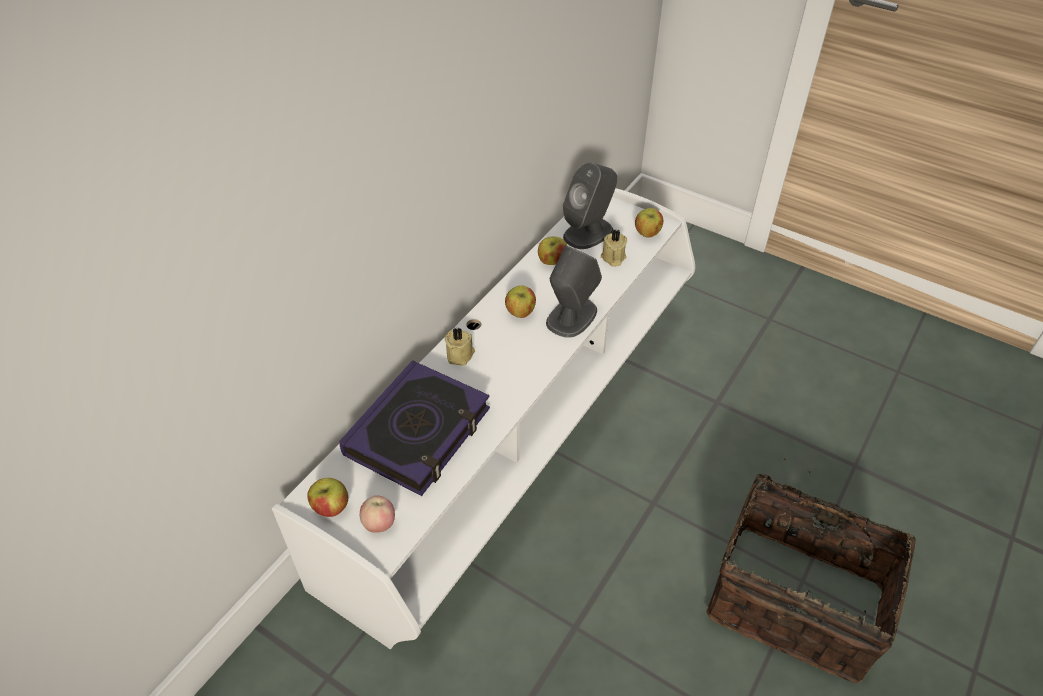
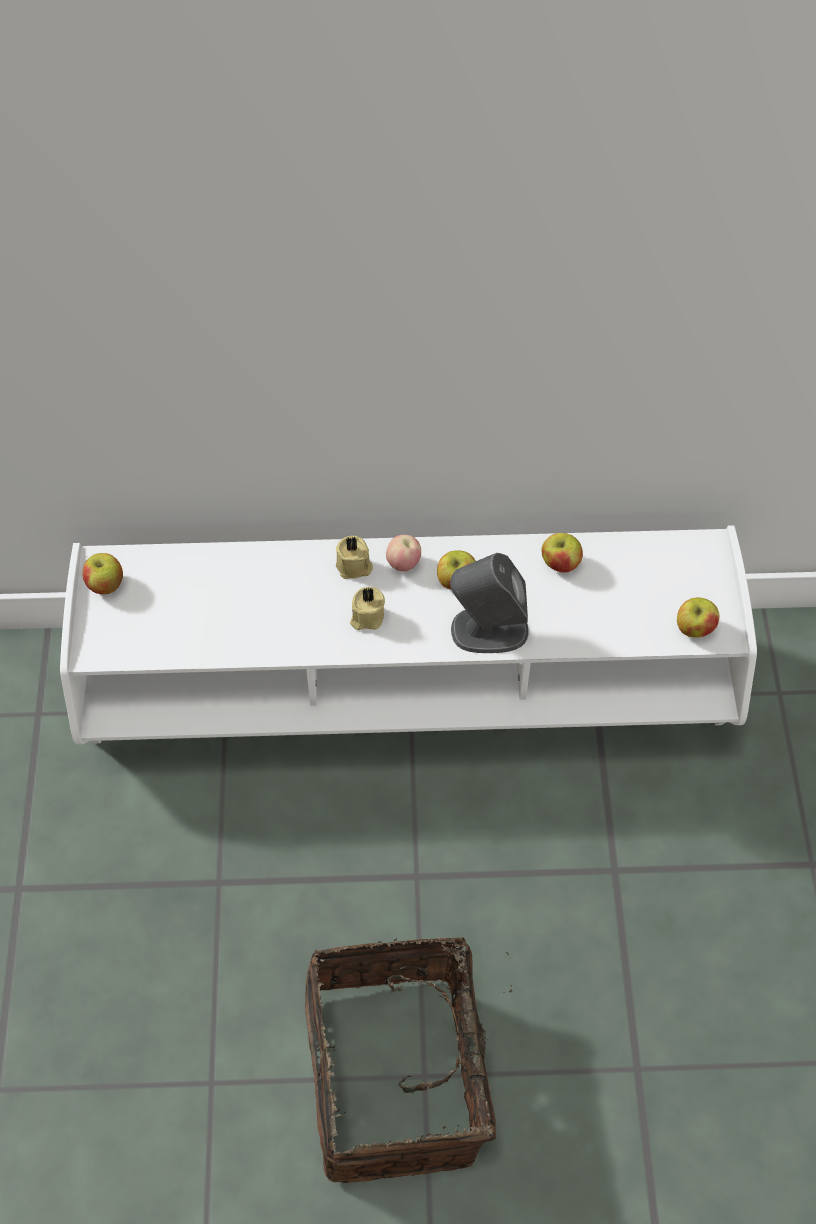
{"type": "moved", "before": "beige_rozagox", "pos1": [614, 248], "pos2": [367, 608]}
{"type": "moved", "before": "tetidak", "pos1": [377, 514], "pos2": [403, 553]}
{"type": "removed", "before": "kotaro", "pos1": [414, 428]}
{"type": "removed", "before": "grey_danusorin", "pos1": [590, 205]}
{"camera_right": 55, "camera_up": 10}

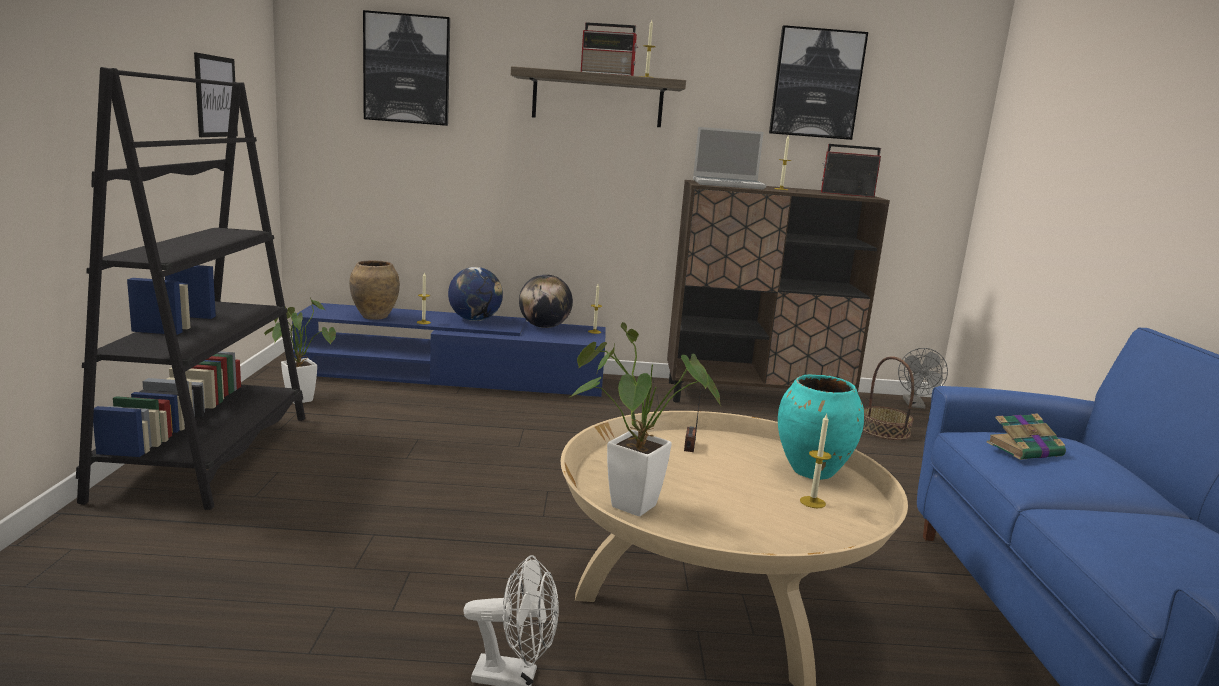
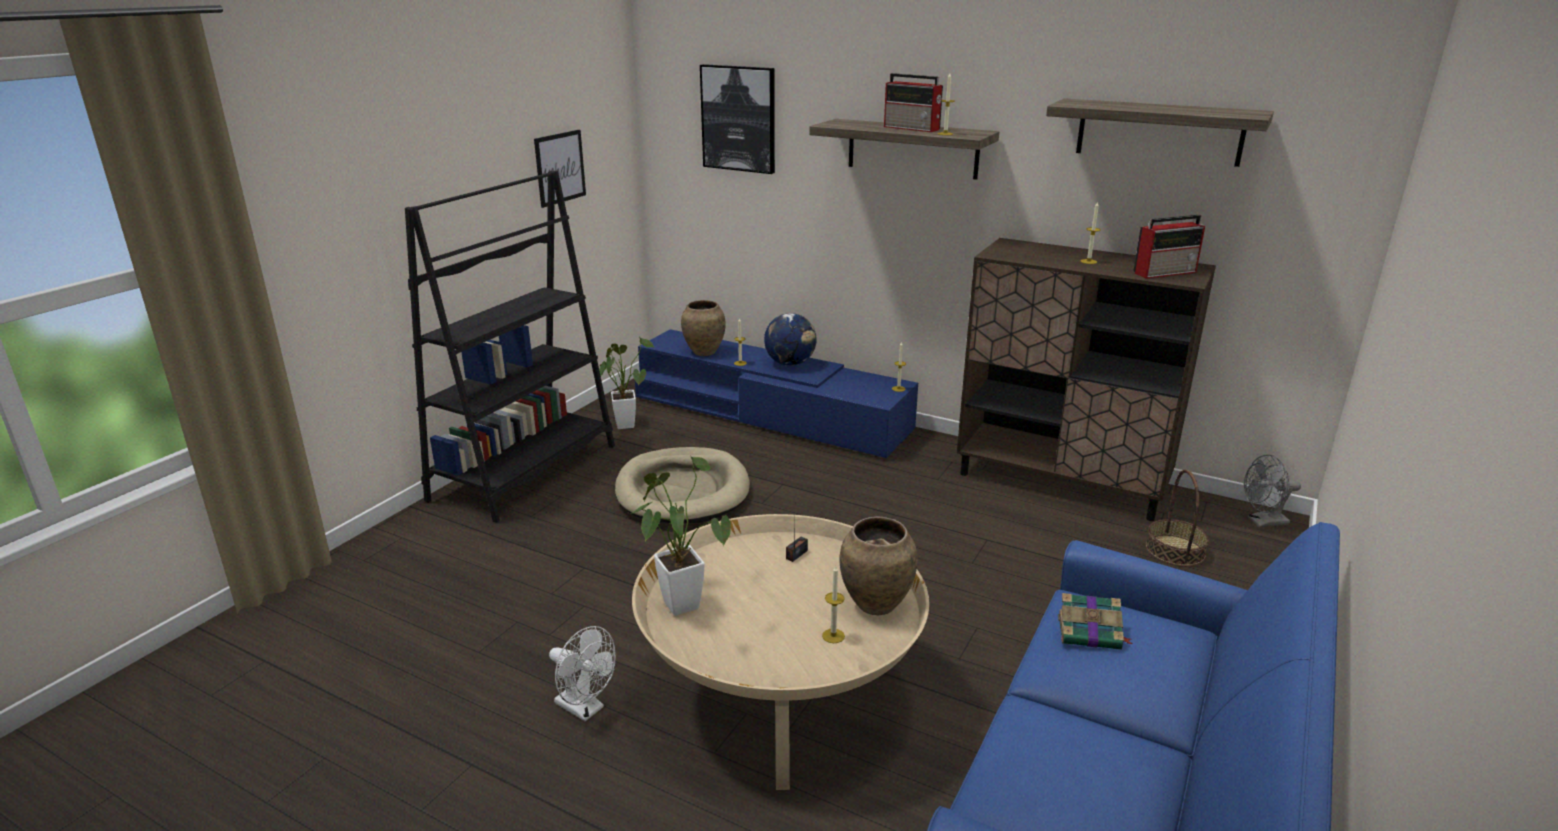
{"type": "added", "after": "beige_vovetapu", "pos2": [682, 485]}
{"type": "recoloured", "before": "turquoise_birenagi", "after": "brown_birenagi", "pos1": [821, 427], "pos2": [878, 565]}
{"type": "replaced", "before": "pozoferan", "after": "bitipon", "pos1": [818, 82], "pos2": [1160, 132]}
{"type": "turned", "before": "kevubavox", "pos1": [851, 170], "pos2": [1169, 247], "turn": 120}
{"type": "turned", "before": "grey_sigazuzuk", "pos1": [923, 378], "pos2": [1272, 491], "turn": 45}
{"type": "removed", "before": "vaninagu", "pos1": [546, 301]}
{"type": "removed", "before": "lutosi", "pos1": [729, 158]}
{"camera_right": 30, "camera_up": 10}

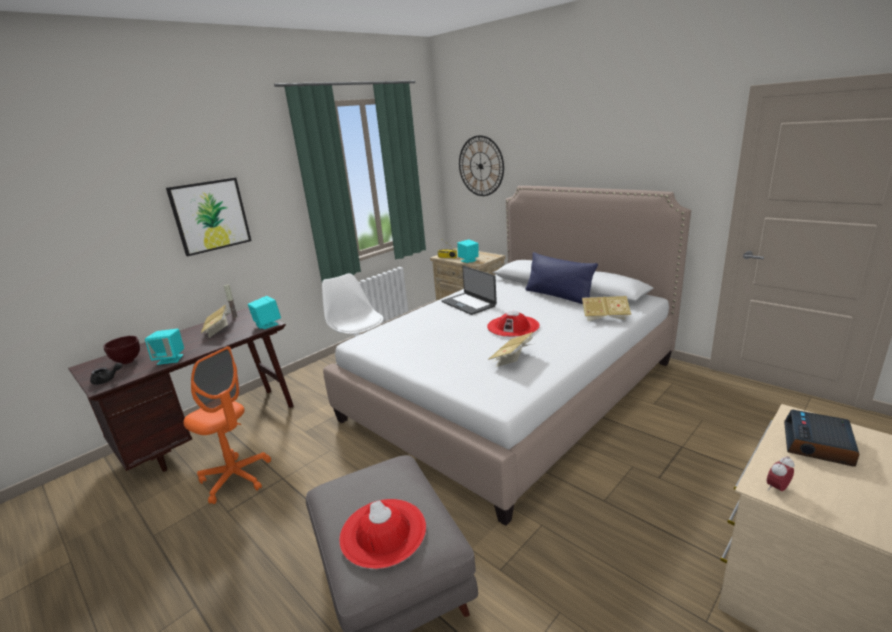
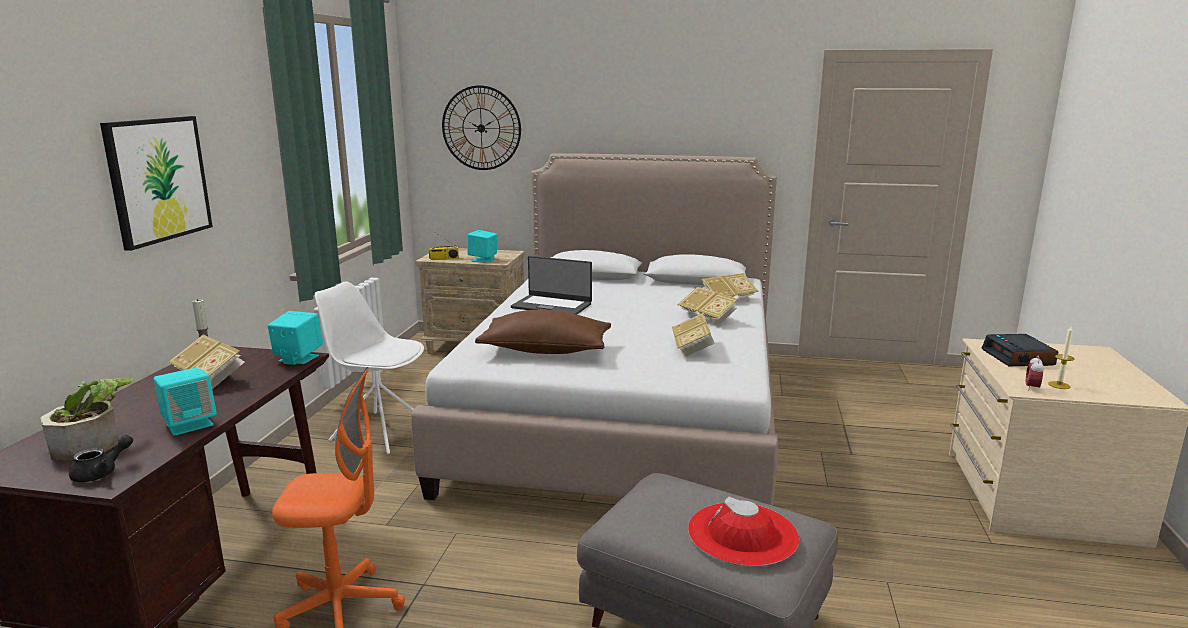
{"type": "replaced", "before": "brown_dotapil", "after": "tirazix", "pos1": [121, 350], "pos2": [87, 420]}
{"type": "added", "after": "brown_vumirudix", "pos2": [543, 332]}
{"type": "added", "after": "kotaro", "pos2": [707, 306]}
{"type": "added", "after": "rozagox", "pos2": [1061, 357]}
{"type": "removed", "before": "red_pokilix", "pos1": [513, 324]}
{"type": "removed", "before": "blue_vumirudix", "pos1": [561, 278]}
{"camera_right": -35, "camera_up": -5}

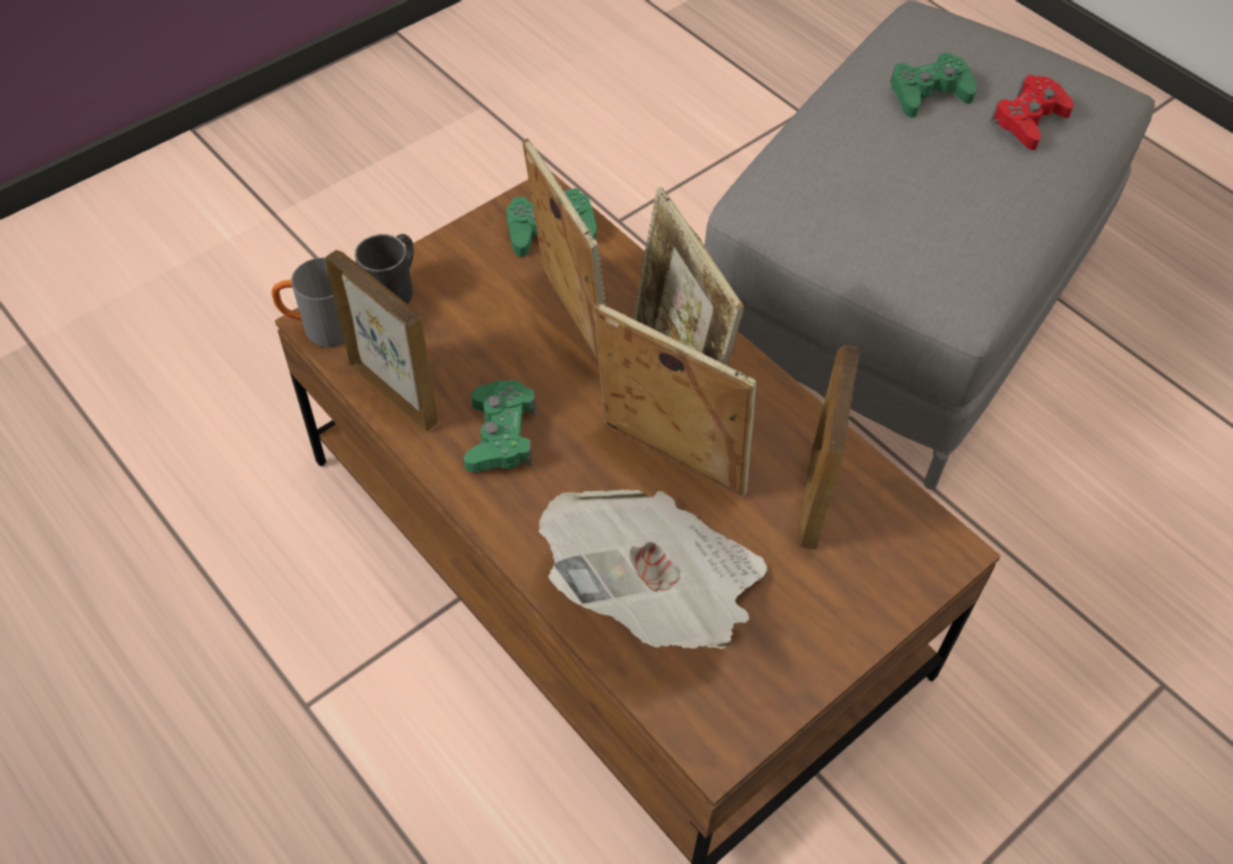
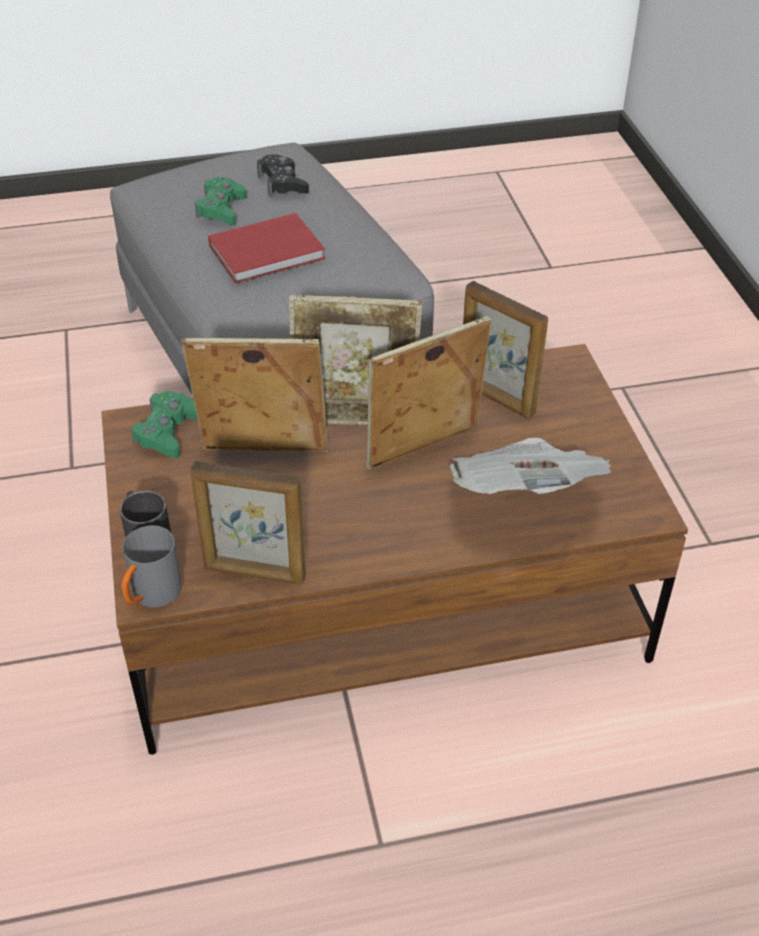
{"type": "turned", "before": "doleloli", "pos1": [381, 341], "pos2": [248, 523], "turn": -150}
{"type": "added", "after": "red_kotaro", "pos2": [266, 248]}
{"type": "recoloured", "before": "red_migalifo", "after": "black_migalifo", "pos1": [1032, 112], "pos2": [283, 175]}
{"type": "removed", "before": "green_migalifo", "pos1": [500, 426]}
{"camera_right": -60, "camera_up": -10}

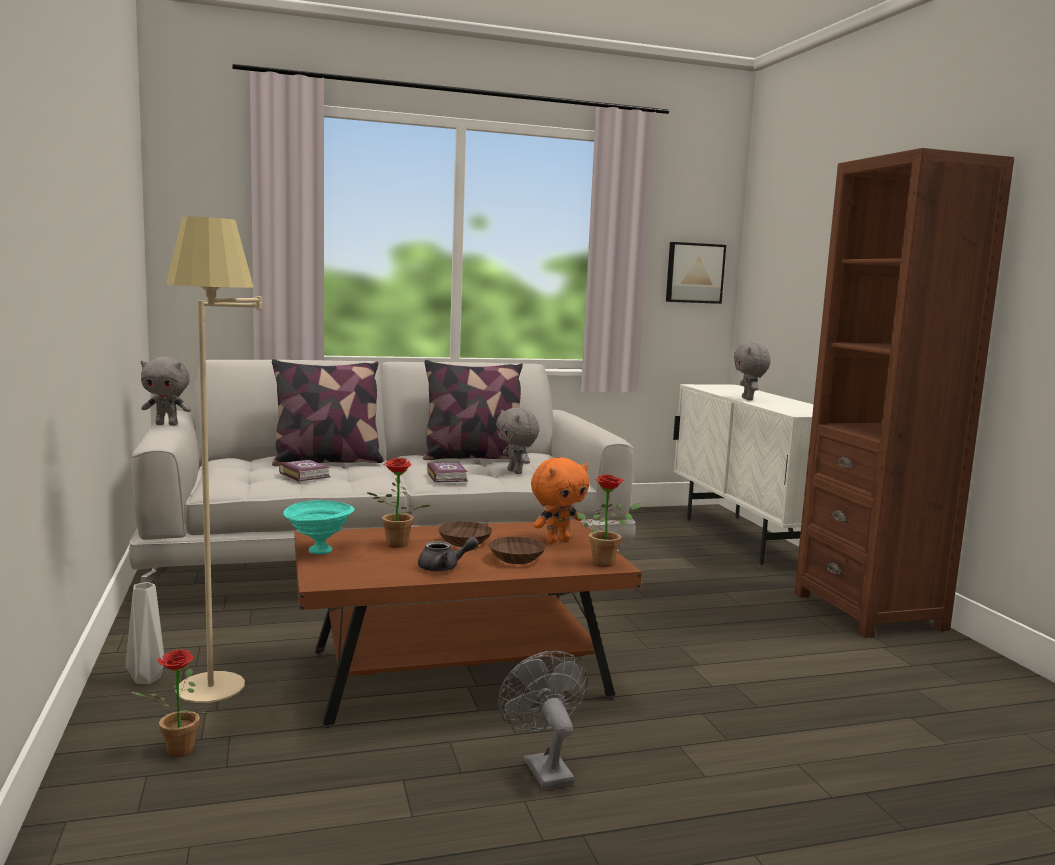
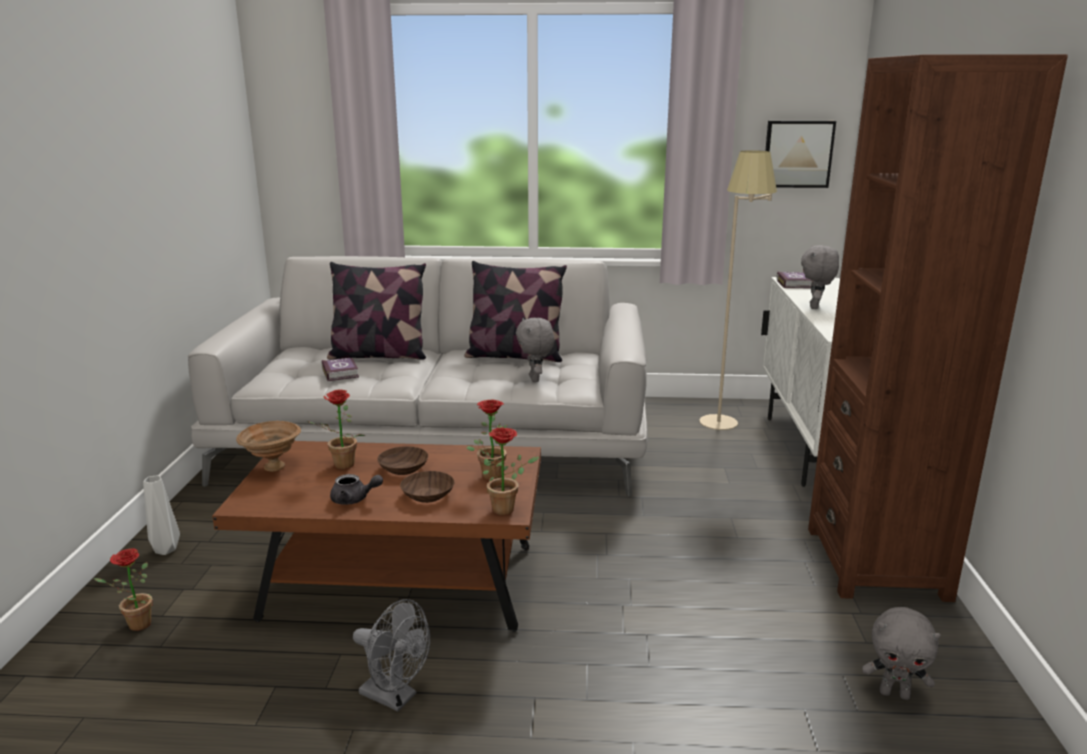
{"type": "recoloured", "before": "turquoise_dotapil", "after": "brown_dotapil", "pos1": [318, 527], "pos2": [268, 446]}
{"type": "turned", "before": "grey_sigazuzuk", "pos1": [543, 720], "pos2": [391, 655], "turn": 120}
{"type": "replaced", "before": "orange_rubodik", "after": "tirazix", "pos1": [560, 500], "pos2": [487, 440]}
{"type": "moved", "before": "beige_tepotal", "pos1": [214, 460], "pos2": [738, 290]}
{"type": "moved", "before": "kotaro", "pos1": [447, 473], "pos2": [794, 280]}
{"type": "moved", "before": "grey_rubodik", "pos1": [166, 391], "pos2": [901, 653]}
{"camera_right": 20, "camera_up": 10}

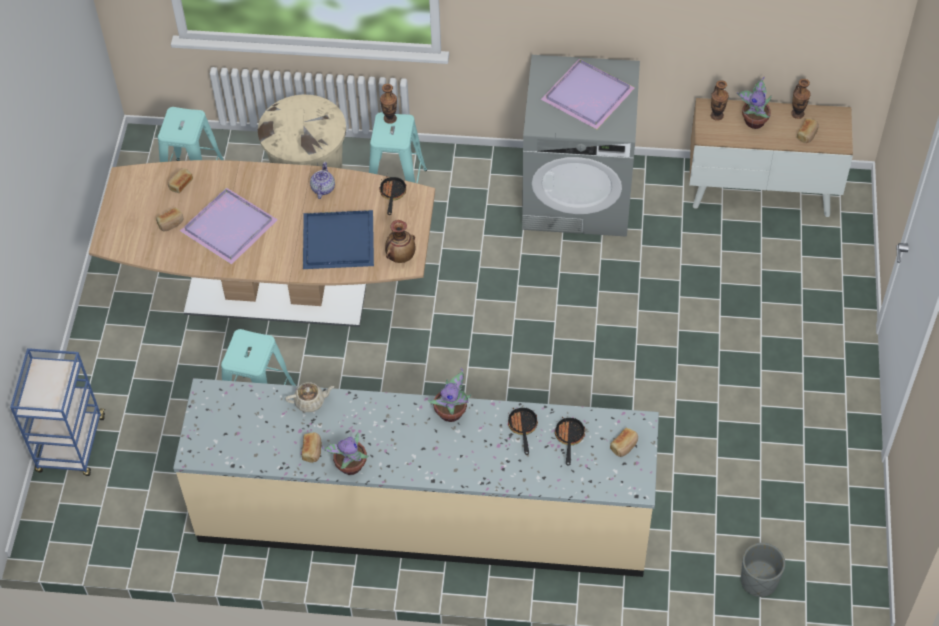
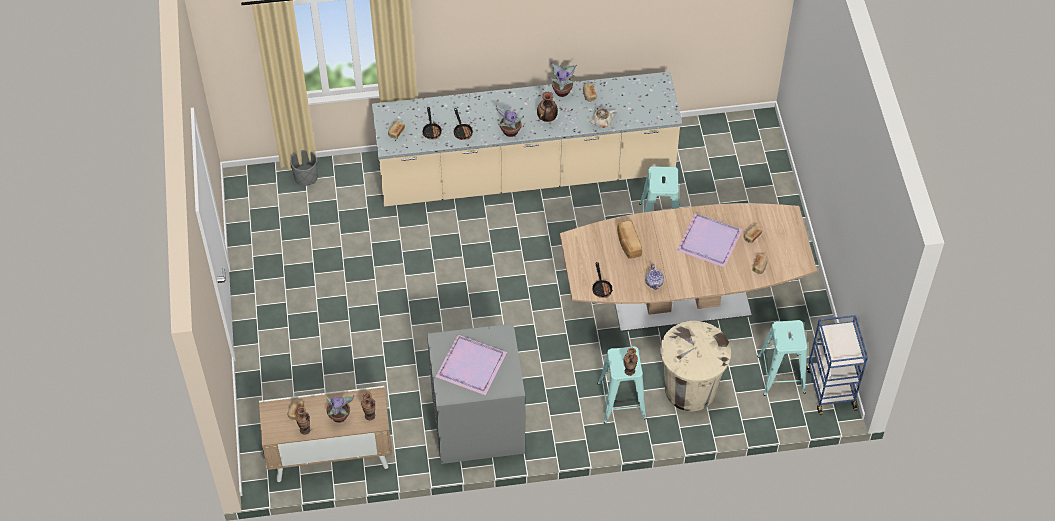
{"type": "moved", "before": "birenagi", "pos1": [400, 241], "pos2": [547, 107]}
{"type": "replaced", "before": "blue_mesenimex", "after": "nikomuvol", "pos1": [338, 239], "pos2": [629, 239]}
{"type": "moved", "before": "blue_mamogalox", "pos1": [57, 412], "pos2": [837, 365]}
{"camera_right": 165, "camera_up": 0}

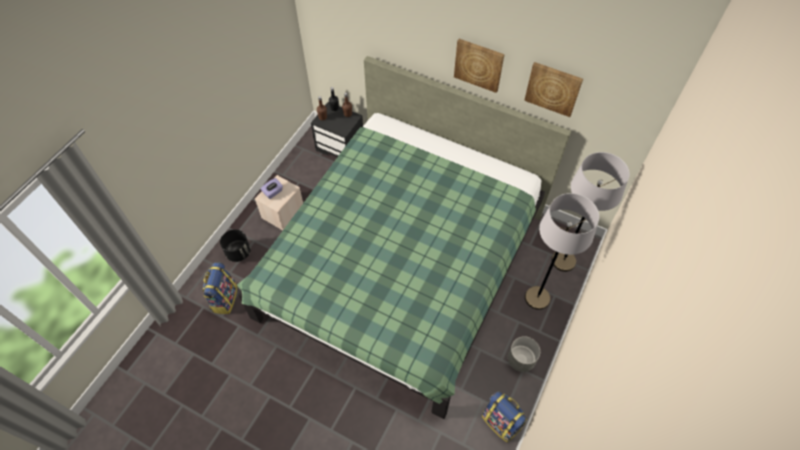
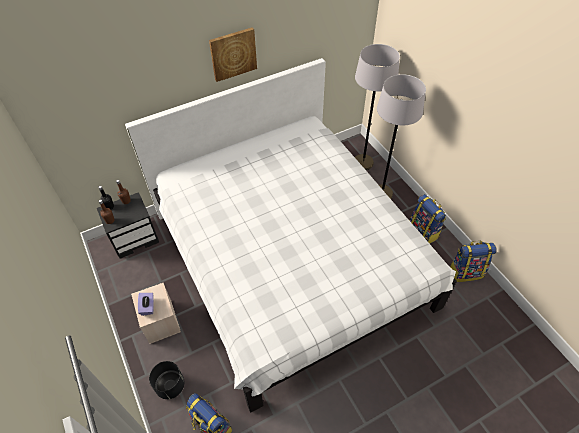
{"type": "recoloured", "before": "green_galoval", "after": "white_galoval", "pos1": [404, 237], "pos2": [291, 235]}
{"type": "replaced", "before": "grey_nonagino", "after": "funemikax", "pos1": [524, 354], "pos2": [428, 219]}
{"type": "removed", "before": "pozoferan", "pos1": [553, 89]}
{"camera_right": -55, "camera_up": -5}

